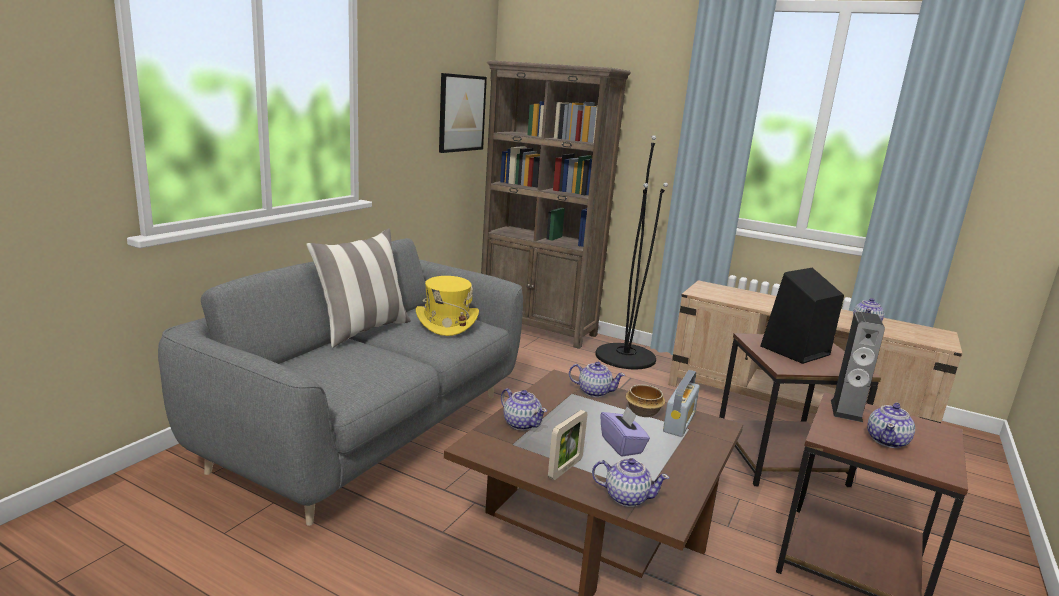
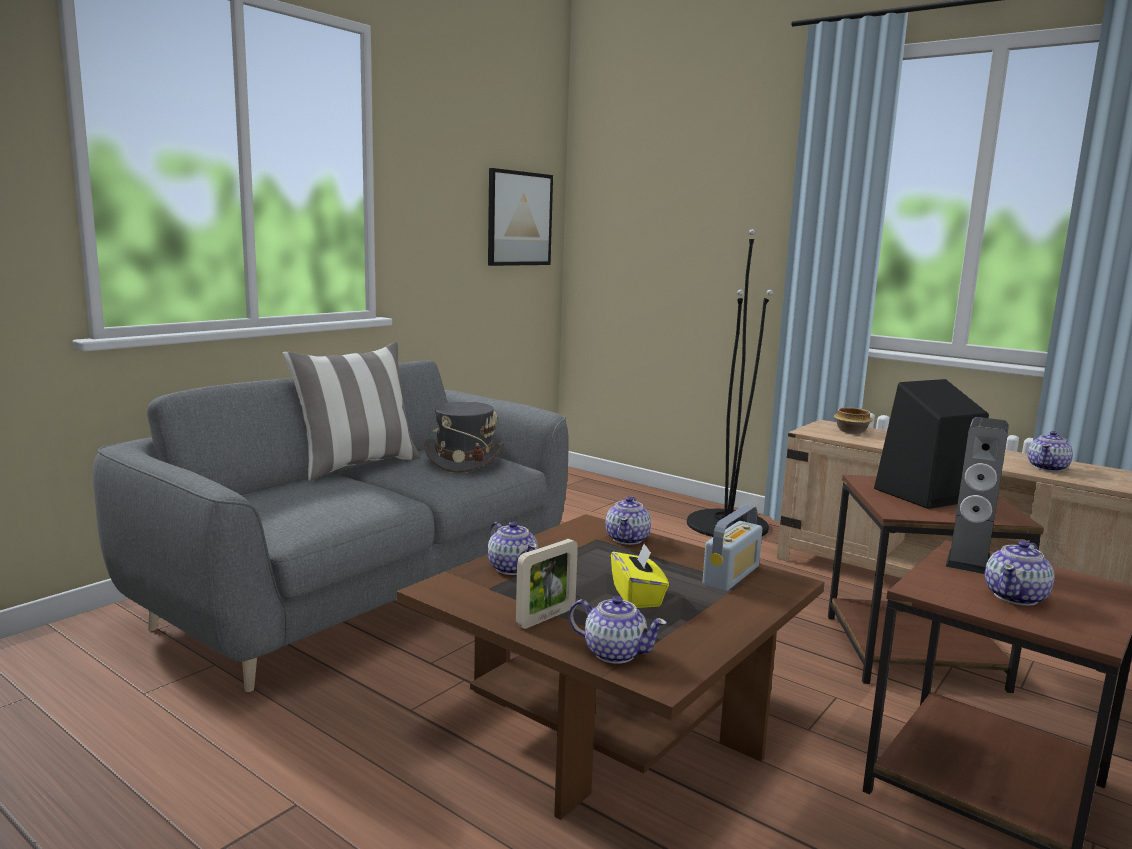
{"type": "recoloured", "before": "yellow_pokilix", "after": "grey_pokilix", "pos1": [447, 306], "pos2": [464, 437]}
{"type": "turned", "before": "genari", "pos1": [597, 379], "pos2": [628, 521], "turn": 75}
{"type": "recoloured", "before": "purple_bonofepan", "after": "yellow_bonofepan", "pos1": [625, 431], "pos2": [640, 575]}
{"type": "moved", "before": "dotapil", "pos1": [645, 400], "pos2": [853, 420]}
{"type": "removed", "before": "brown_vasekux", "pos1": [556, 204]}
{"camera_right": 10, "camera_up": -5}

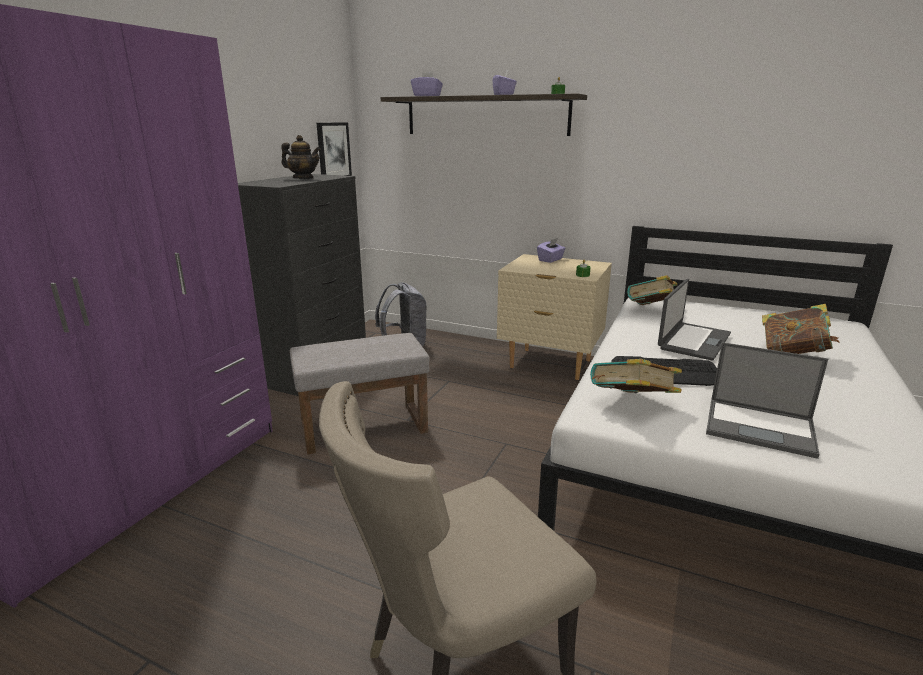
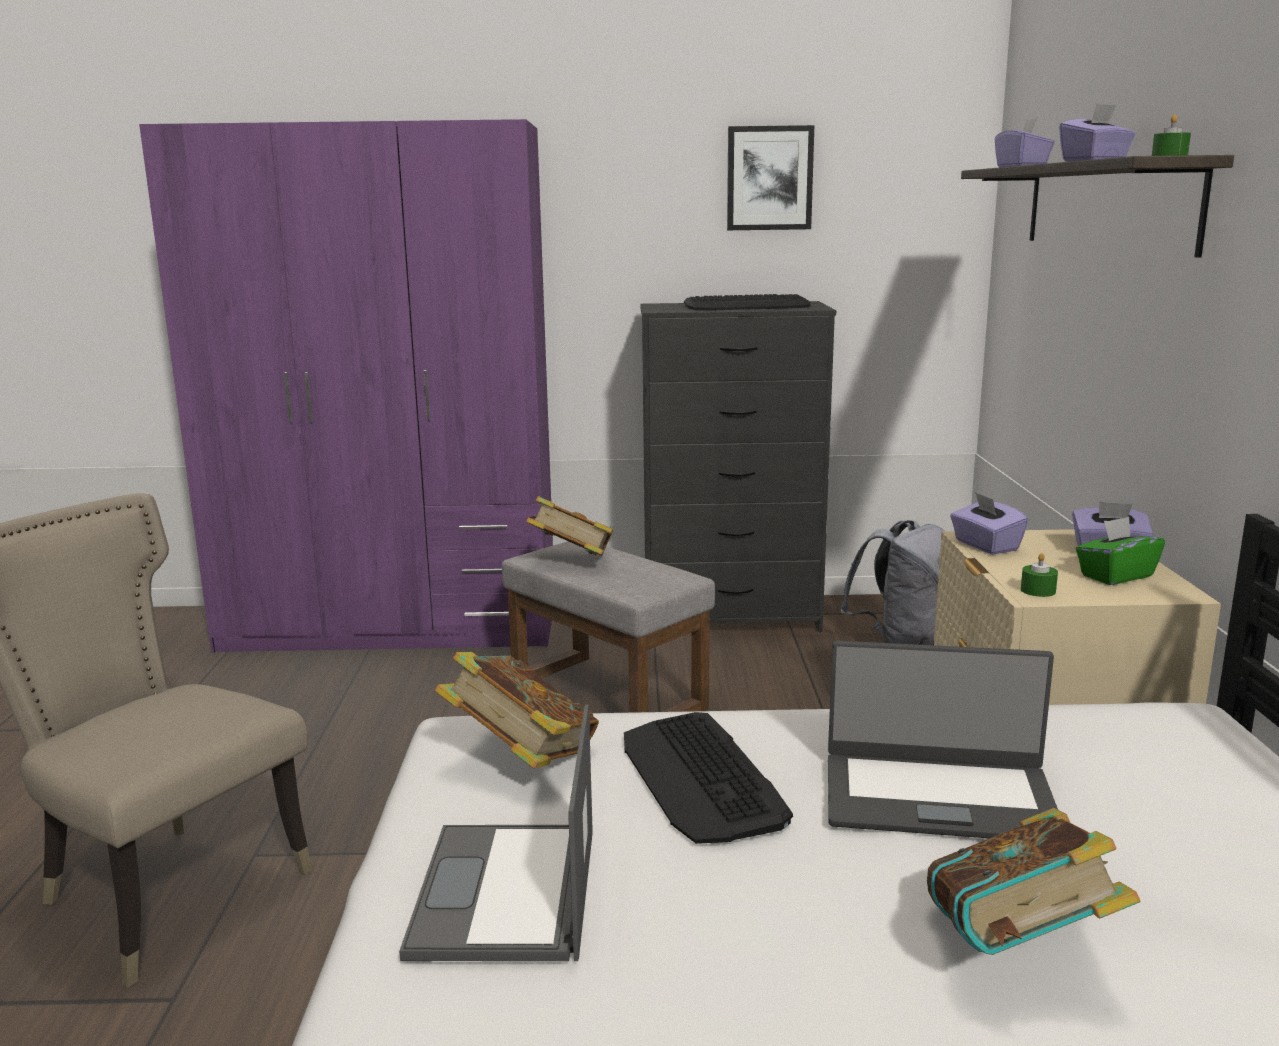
{"type": "moved", "before": "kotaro", "pos1": [652, 290], "pos2": [569, 526]}
{"type": "replaced", "before": "genari", "after": "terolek", "pos1": [301, 157], "pos2": [747, 302]}
{"type": "moved", "before": "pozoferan", "pos1": [334, 149], "pos2": [770, 177]}
{"type": "added", "after": "purple_bonofepan", "pos2": [989, 523]}
{"type": "added", "after": "green_bonofepan", "pos2": [1120, 551]}
{"camera_right": 65, "camera_up": -5}

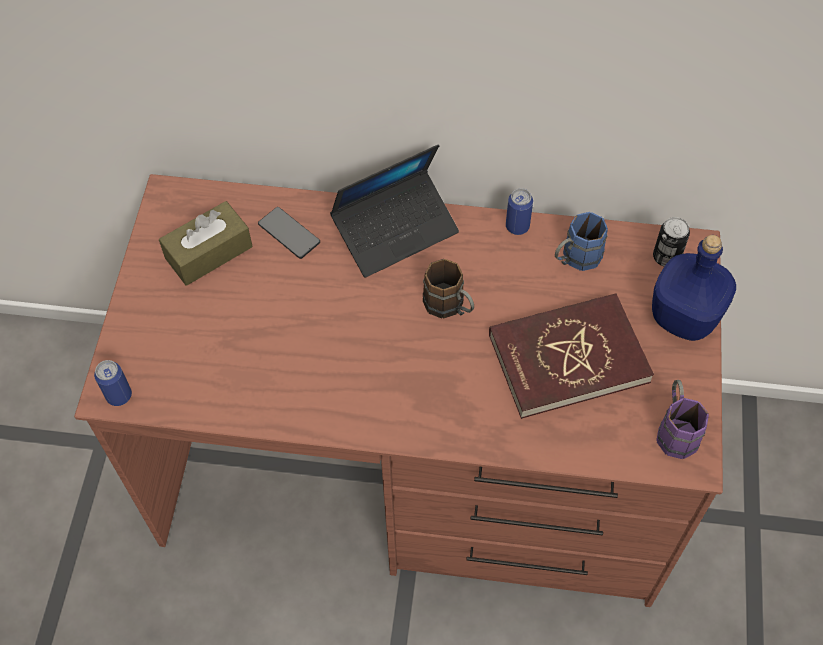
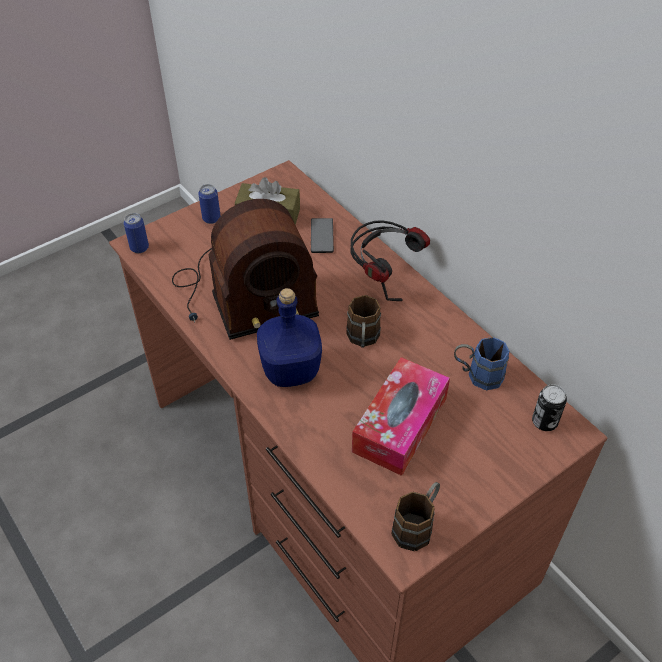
{"type": "added", "after": "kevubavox", "pos2": [245, 269]}
{"type": "moved", "before": "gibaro", "pos1": [519, 211], "pos2": [209, 204]}
{"type": "moved", "before": "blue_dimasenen", "pos1": [694, 288], "pos2": [289, 337]}
{"type": "replaced", "before": "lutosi", "after": "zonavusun", "pos1": [394, 211], "pos2": [390, 260]}
{"type": "replaced", "before": "red_kotaro", "after": "bonofepan", "pos1": [571, 356], "pos2": [401, 416]}
{"type": "recoloured", "before": "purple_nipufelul", "after": "brown_nipufelul", "pos1": [682, 419], "pos2": [415, 516]}
{"camera_right": 45, "camera_up": -10}

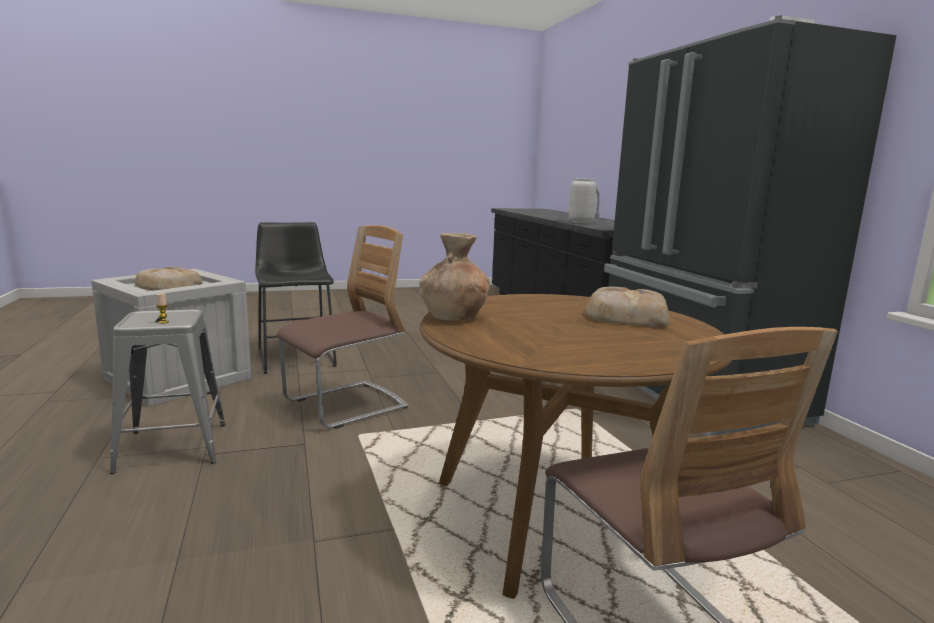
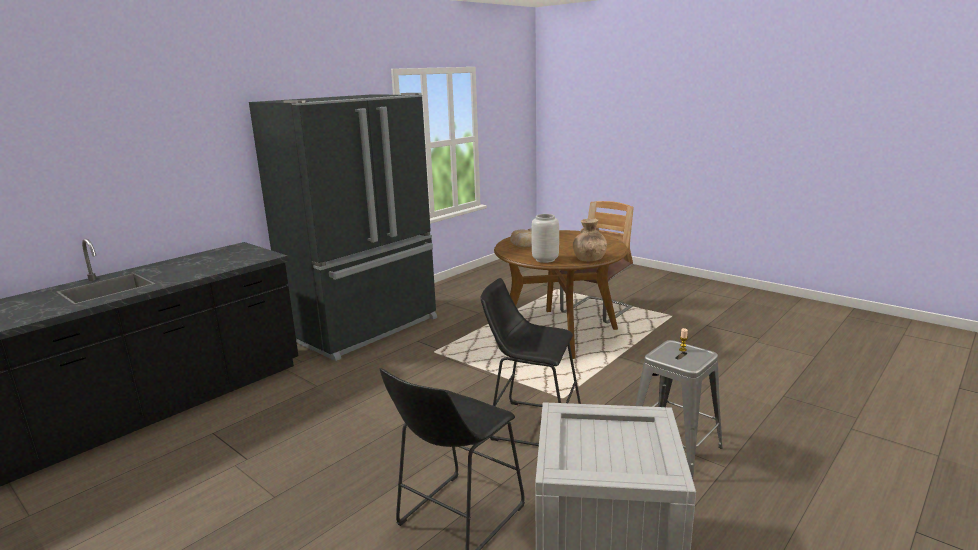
{"type": "replaced", "before": "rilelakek", "after": "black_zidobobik", "pos1": [342, 327], "pos2": [530, 362]}
{"type": "moved", "before": "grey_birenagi", "pos1": [582, 200], "pos2": [545, 238]}
{"type": "removed", "before": "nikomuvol", "pos1": [169, 279]}
{"camera_right": -120, "camera_up": 5}

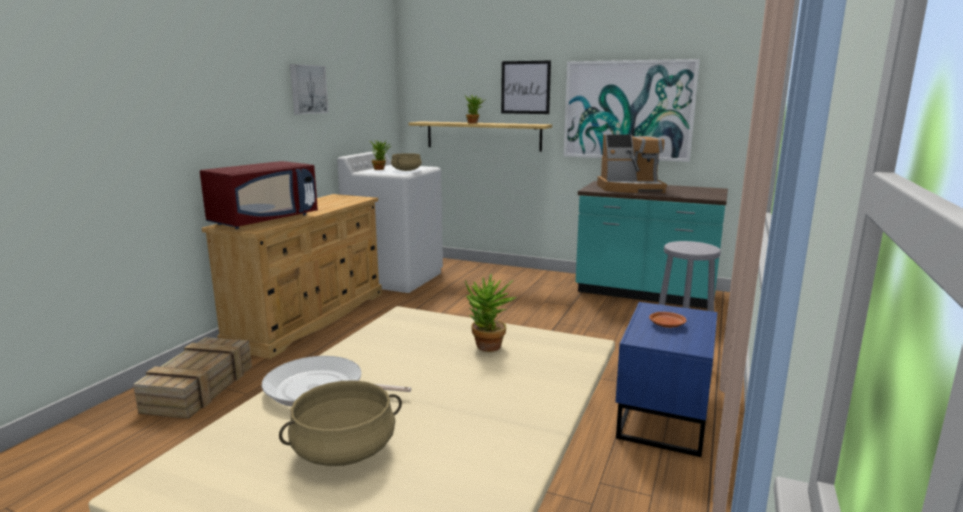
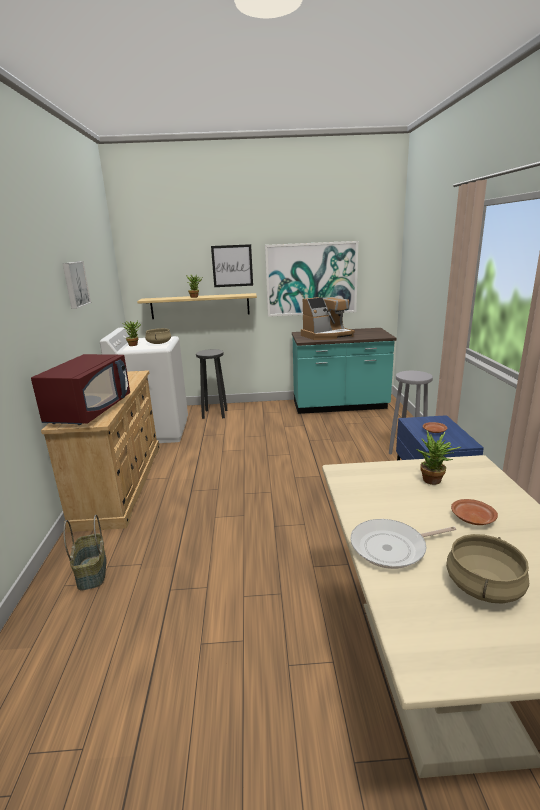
{"type": "replaced", "before": "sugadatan", "after": "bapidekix", "pos1": [192, 378], "pos2": [84, 553]}
{"type": "added", "after": "black_zidobobik", "pos2": [211, 384]}
{"type": "added", "after": "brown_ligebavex", "pos2": [474, 512]}
{"camera_right": -25, "camera_up": 5}

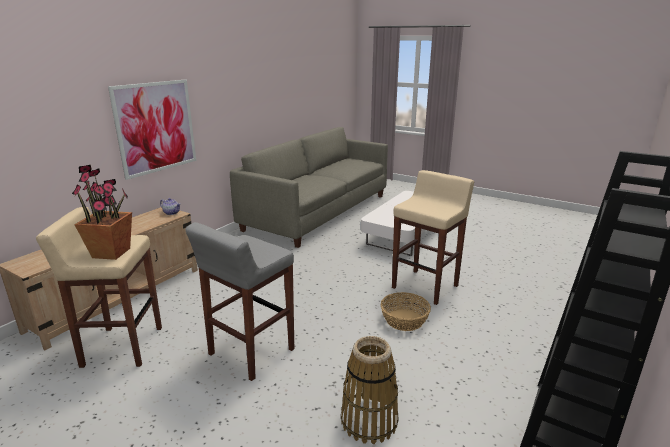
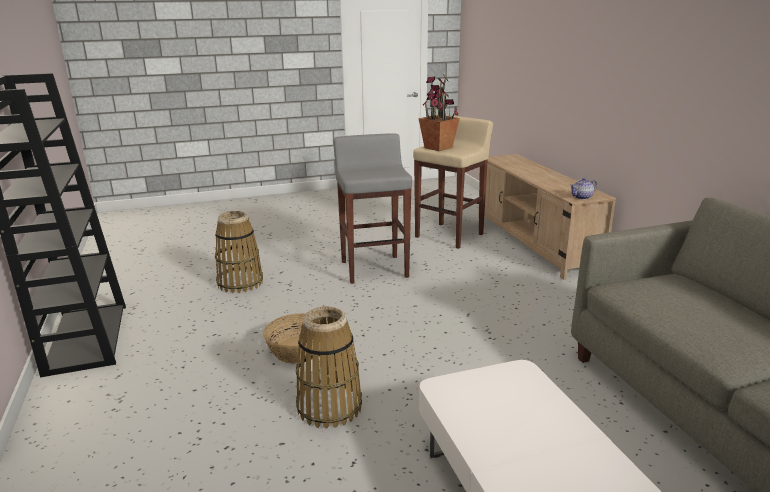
{"type": "replaced", "before": "beige_zidobobik", "after": "bapidekix", "pos1": [433, 237], "pos2": [329, 367]}
{"type": "removed", "before": "pozoferan", "pos1": [152, 129]}
{"camera_right": 130, "camera_up": 0}

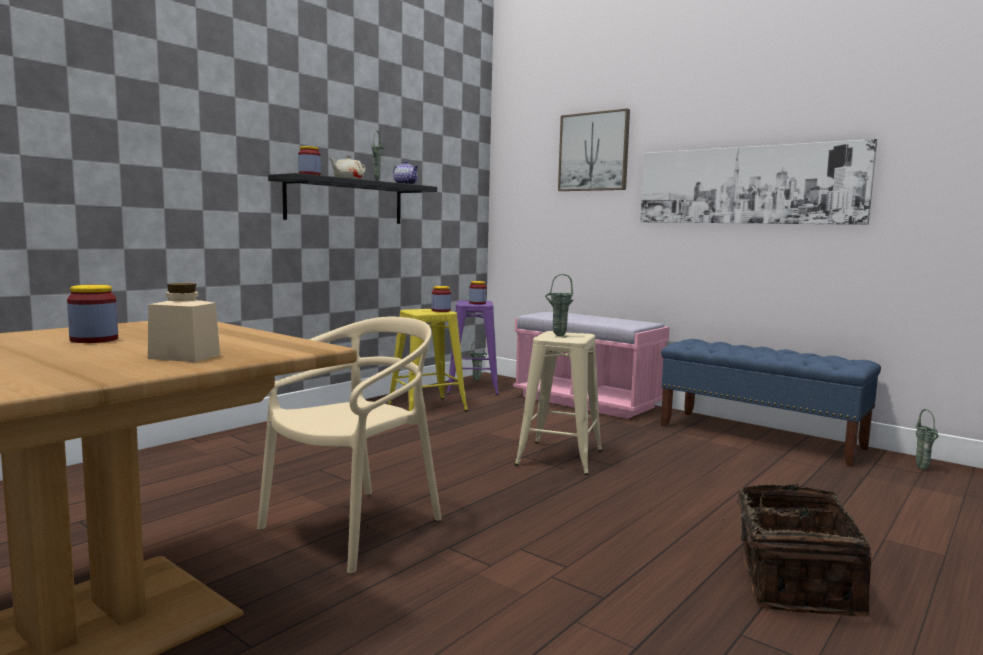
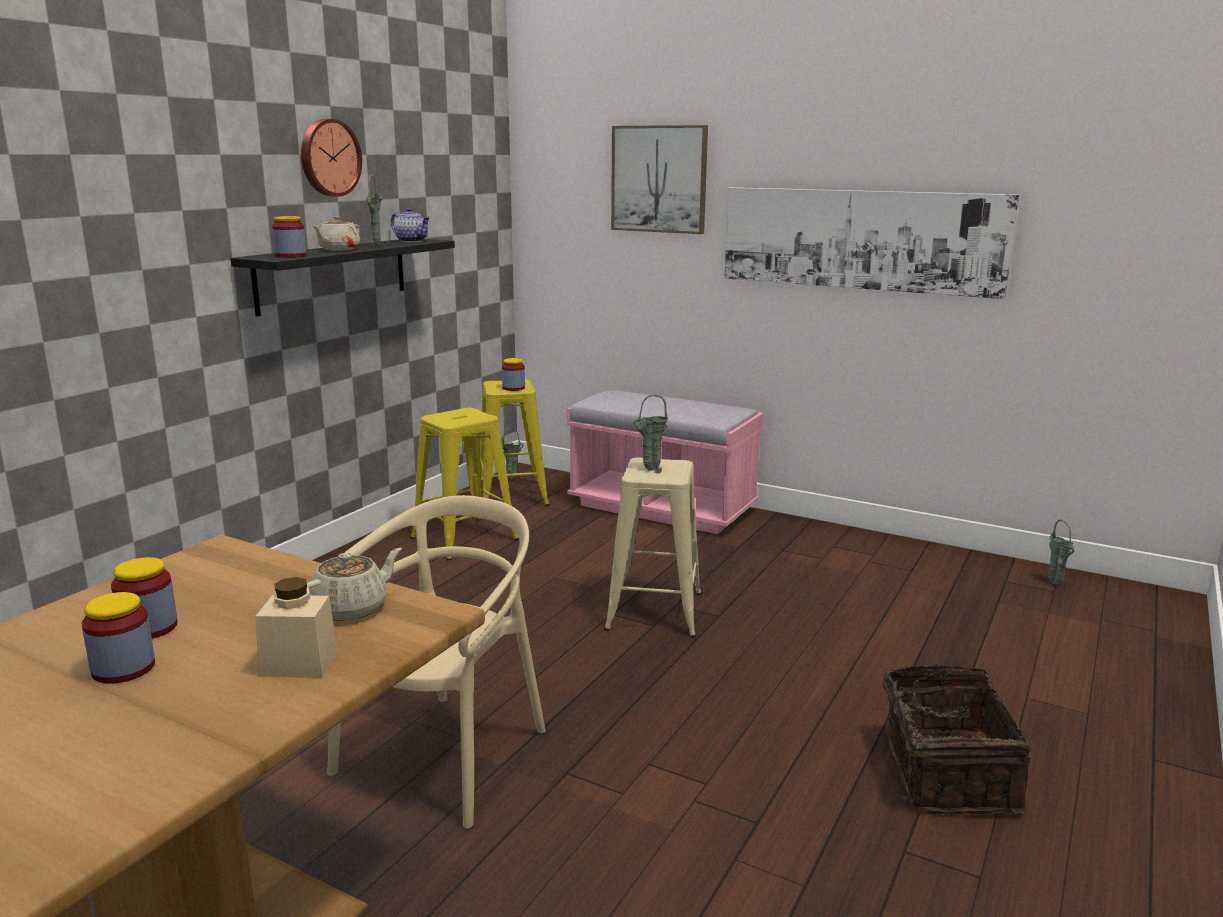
{"type": "moved", "before": "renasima", "pos1": [441, 299], "pos2": [118, 638]}
{"type": "added", "after": "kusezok", "pos2": [331, 158]}
{"type": "added", "after": "beige_genari", "pos2": [354, 584]}
{"type": "recoloured", "before": "purple_zidobobik", "after": "yellow_zidobobik", "pos1": [473, 347], "pos2": [514, 443]}
{"type": "removed", "before": "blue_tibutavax", "pos1": [771, 403]}
{"camera_right": -10, "camera_up": 10}

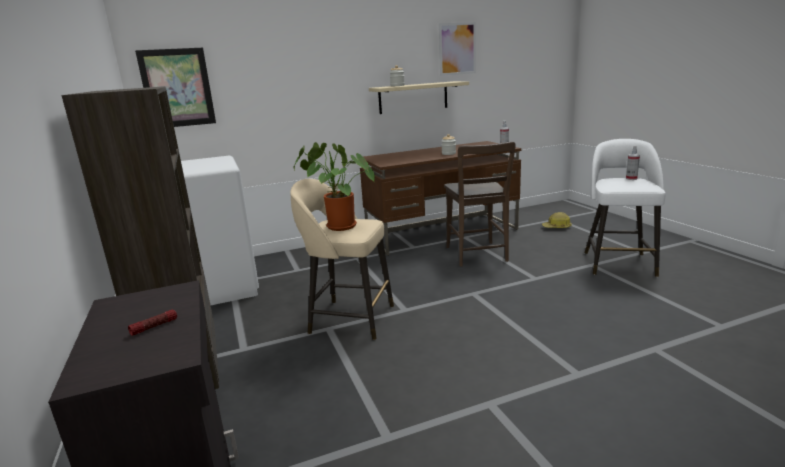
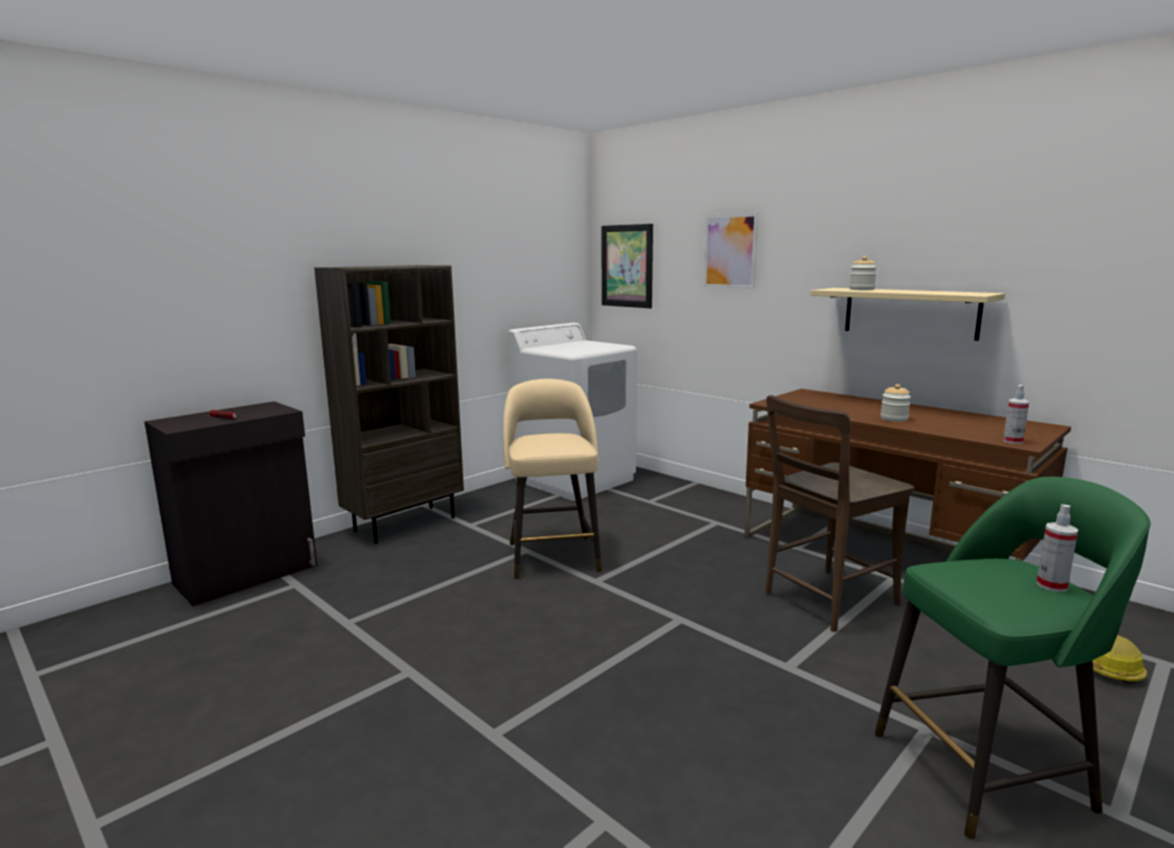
{"type": "moved", "before": "pozoferan", "pos1": [457, 49], "pos2": [730, 251]}
{"type": "recoloured", "before": "white_zidobobik", "after": "green_zidobobik", "pos1": [625, 208], "pos2": [1013, 658]}
{"type": "removed", "before": "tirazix", "pos1": [334, 186]}
{"camera_right": 65, "camera_up": -5}

